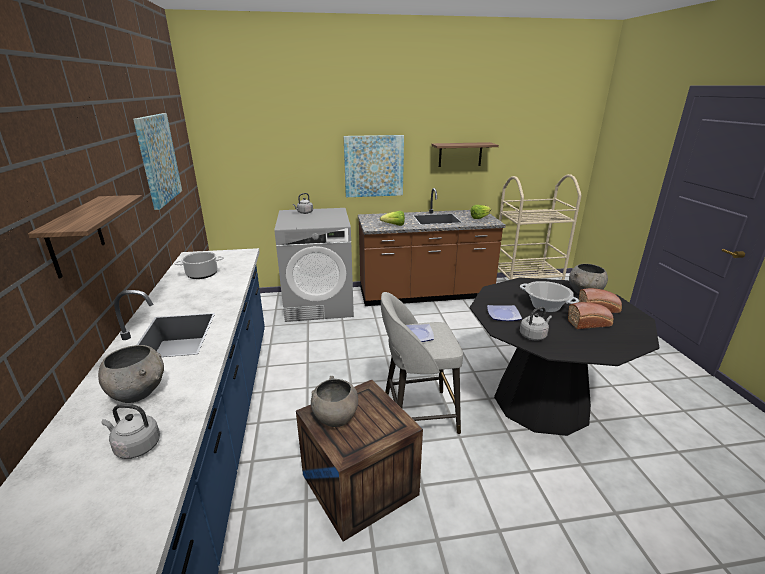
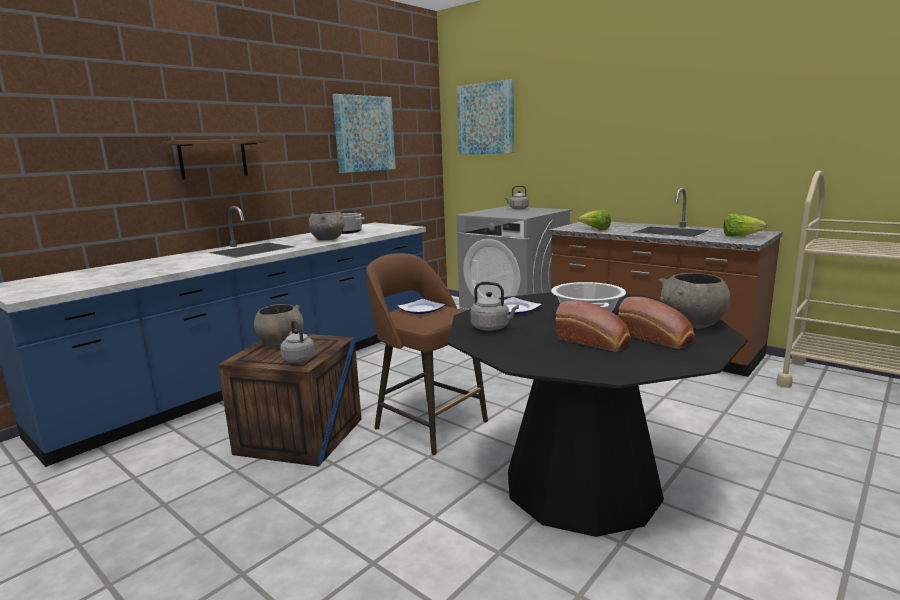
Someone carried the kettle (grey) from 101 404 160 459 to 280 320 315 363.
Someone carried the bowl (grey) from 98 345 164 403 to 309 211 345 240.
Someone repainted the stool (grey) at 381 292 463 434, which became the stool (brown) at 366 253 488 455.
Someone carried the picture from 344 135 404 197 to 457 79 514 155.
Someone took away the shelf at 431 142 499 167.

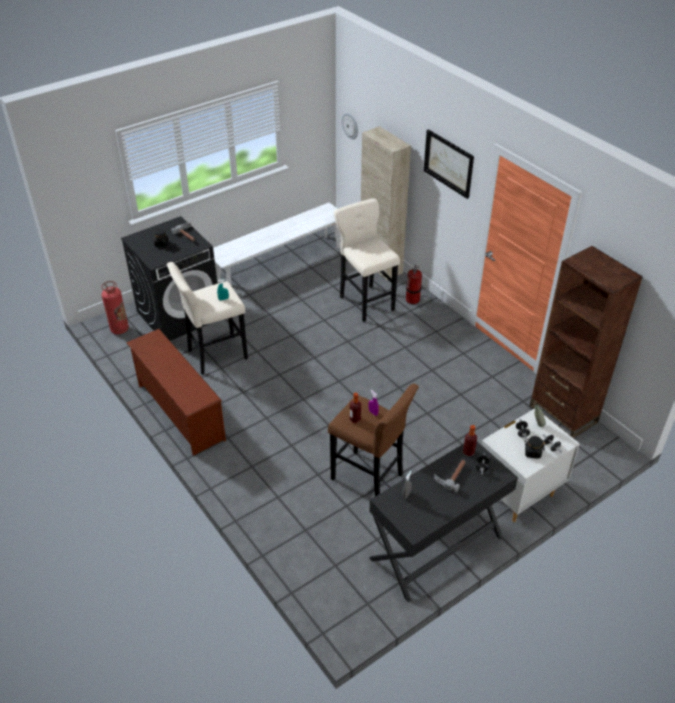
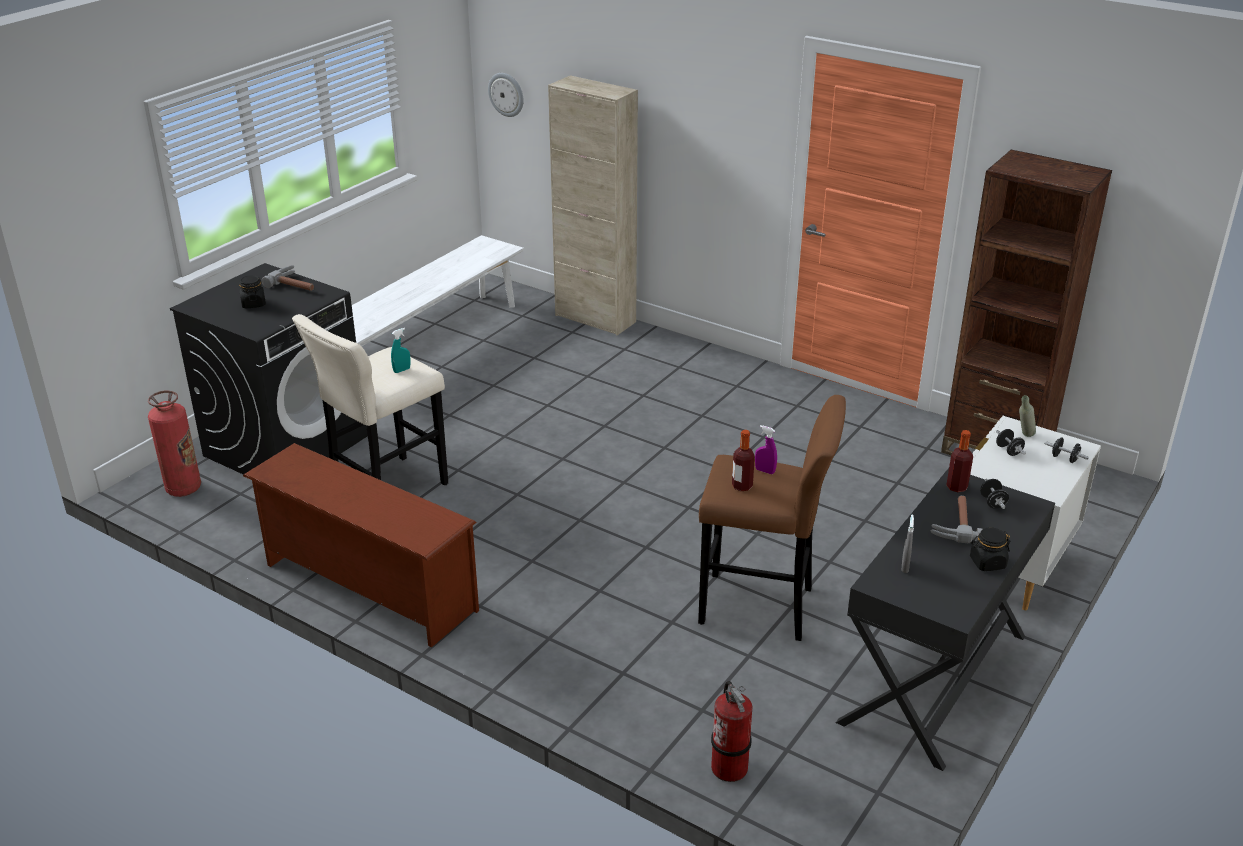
Someone carried the fire extinguisher from 406 265 422 304 to 711 681 752 782.
Someone carried the jar (black) from 524 436 545 459 to 970 527 1011 571.
Someone took away the stool (beige) at 334 198 400 322.
Someone took away the picture at 424 129 474 199.

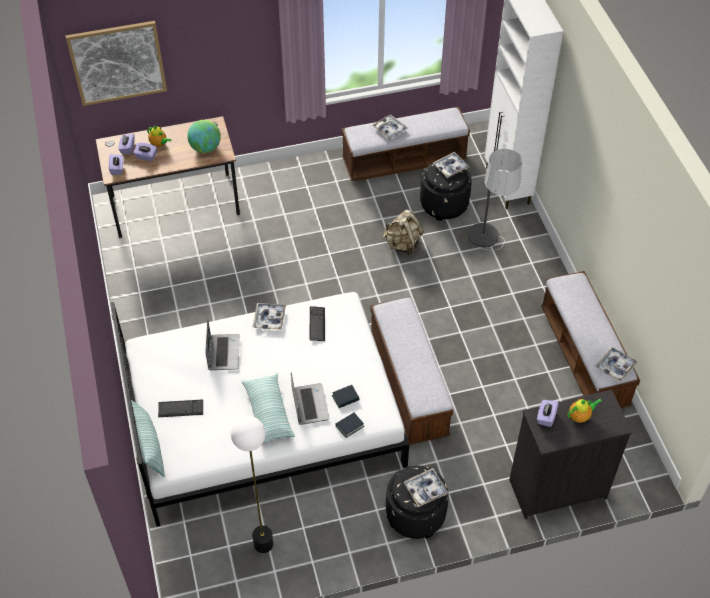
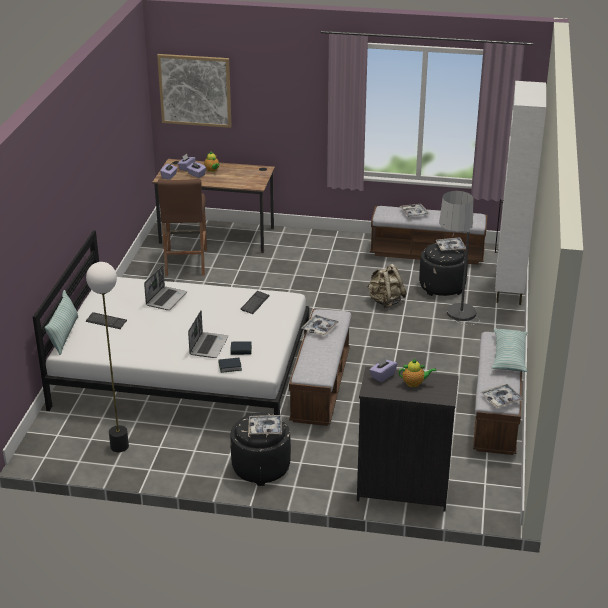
Someone put down the stool (brown) at 157 179 207 276.
Someone carried the tray from 253 303 286 330 to 301 315 339 336.
Someone carried the pillow from 241 373 295 444 to 491 328 528 372.
Someone took away the globe at 187 120 221 153.

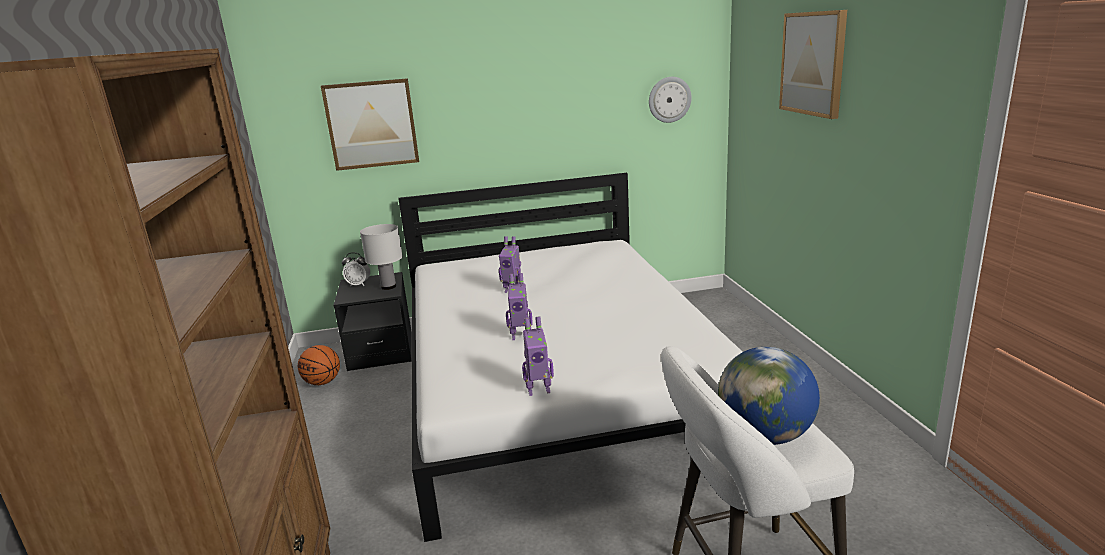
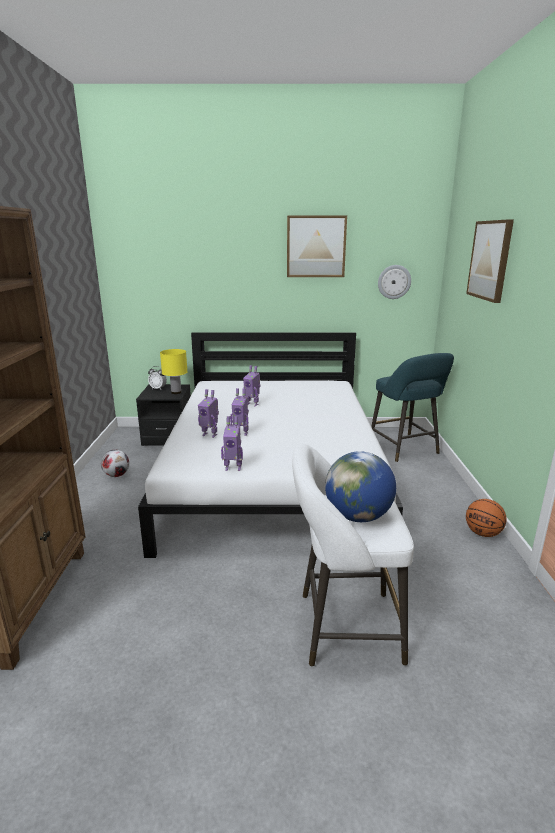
Someone put down the football at 101 450 129 477.
Someone repainted the table lamp (white) at 360 224 403 290, which became the table lamp (yellow) at 160 349 188 394.
Someone put down the toy robot at 198 389 219 438.
Someone carried the picture from 321 78 419 171 to 287 215 347 277.
Someone put down the stool (turquoise) at 371 353 454 462.
Someone carried the basketball from 298 345 340 385 to 466 499 507 537.

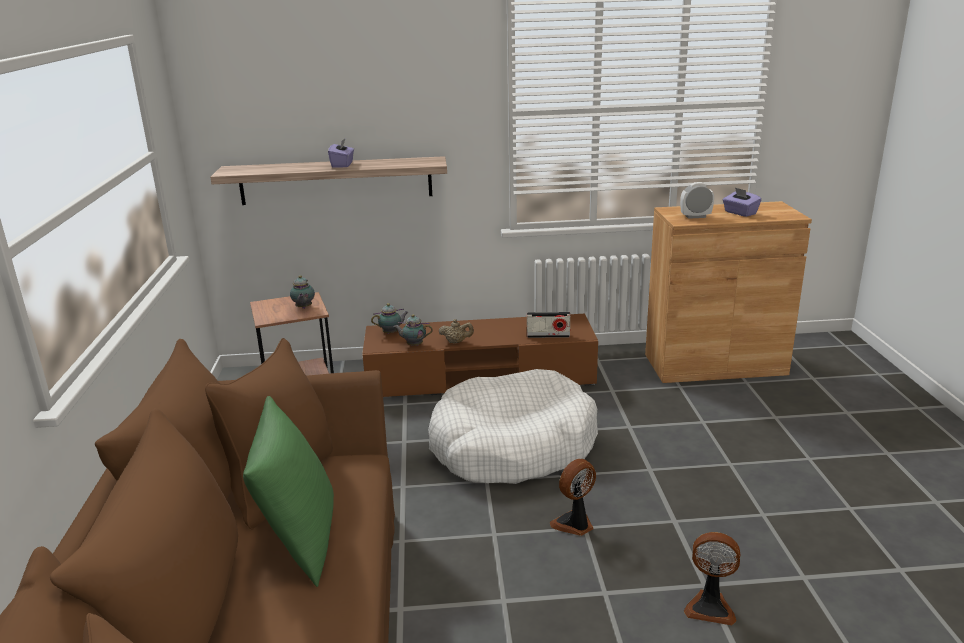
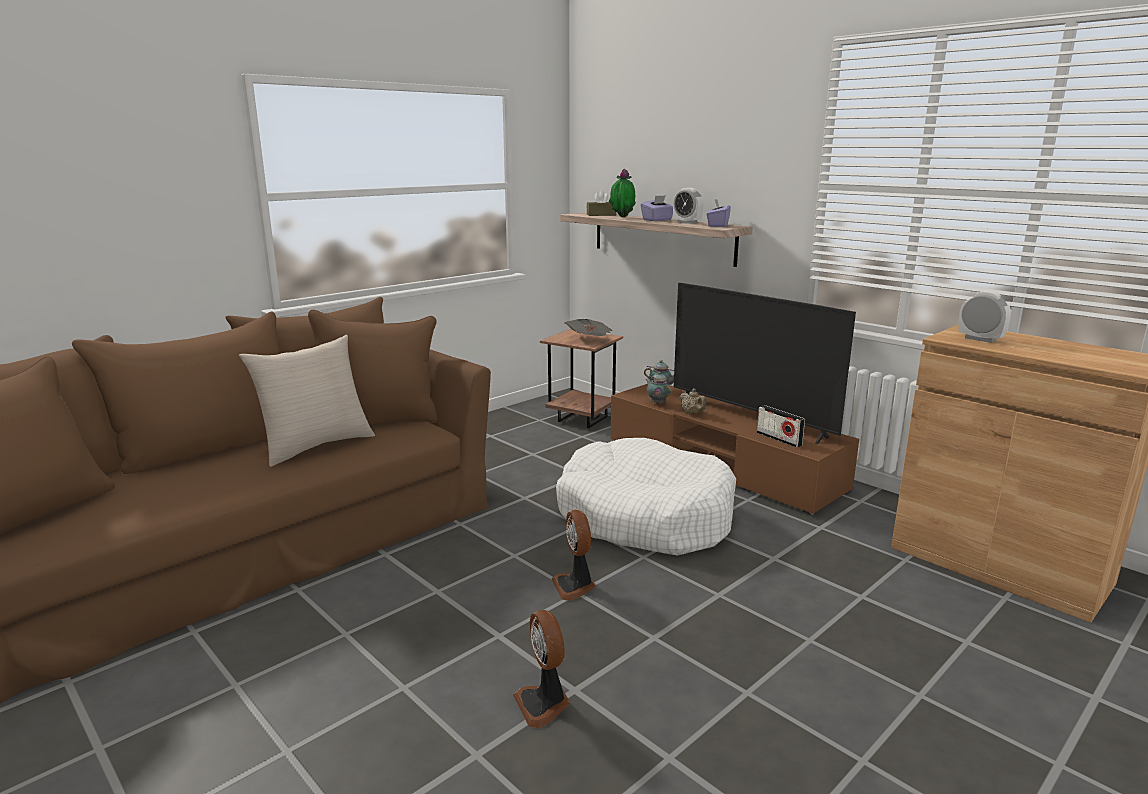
Someone repainted the pillow (green) at 243 396 334 587, which became the pillow (beige) at 239 335 375 467.
Someone rotated the fan at 550 459 596 536 by 120 degrees counterclockwise.
Someone swapped the teapot at 290 275 315 309 for the newspaper at 564 319 612 336.
Someone put down the tissue box (brown) at 587 190 616 216.
Someone put down the potted plant at 609 169 636 217.
Someone put down the alarm clock at 673 188 704 224.
Someone put down the television at 674 283 856 444.
Someone carried the tissue box (purple) from 723 187 762 217 to 706 199 731 227.

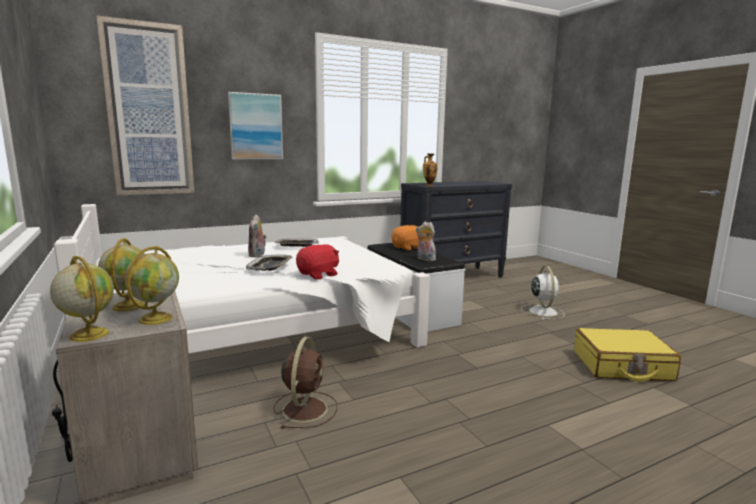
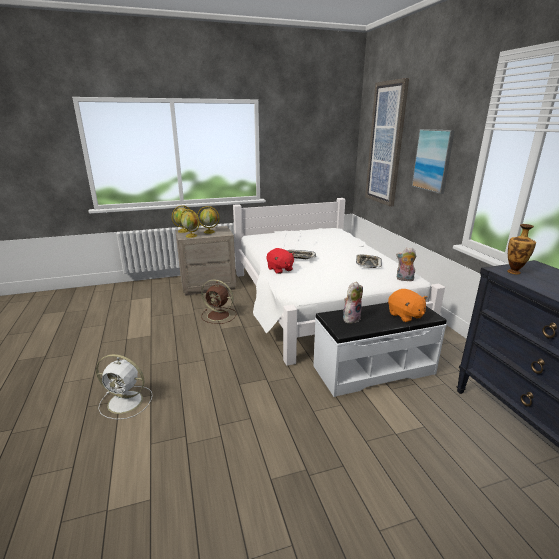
Someone carried the fan (white) from 521 266 565 320 to 96 354 153 420.
Someone carried the plush toy from 248 214 267 257 to 396 248 417 281.
Someone took away the suitcase (yellow) at 574 328 681 382.

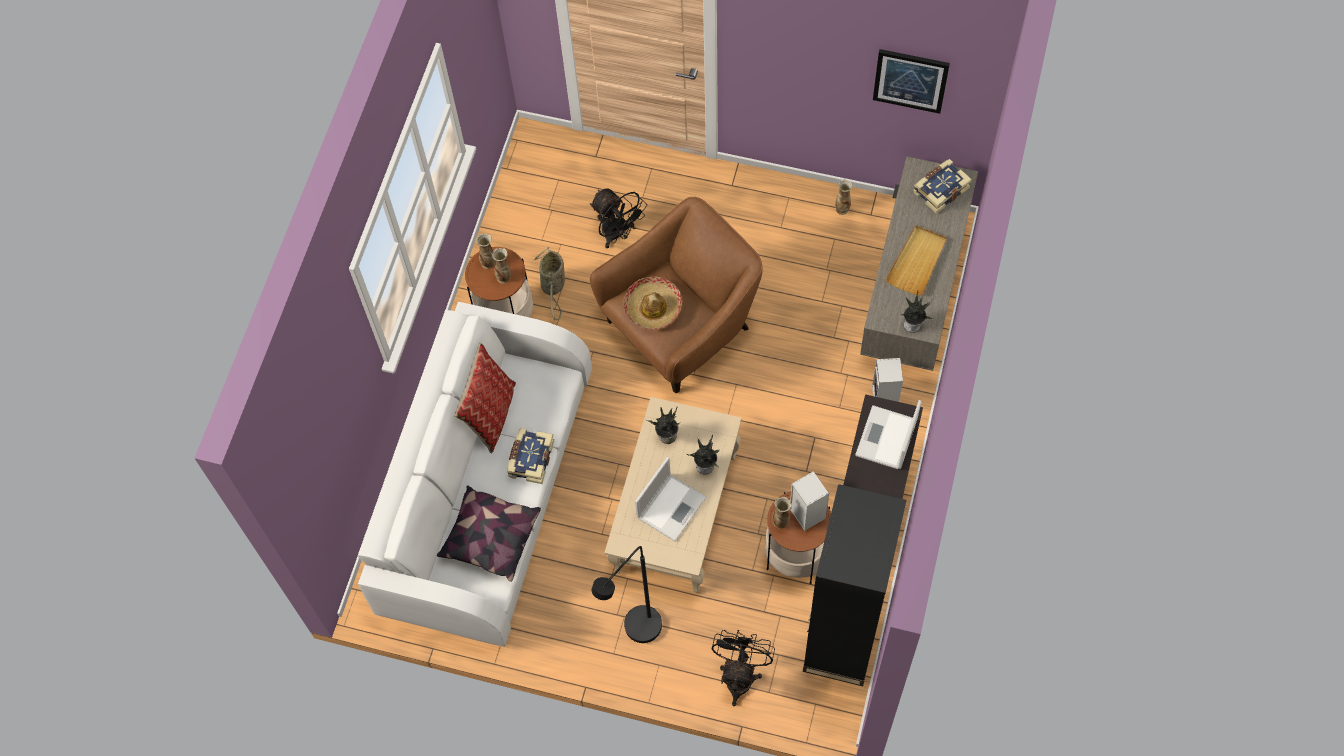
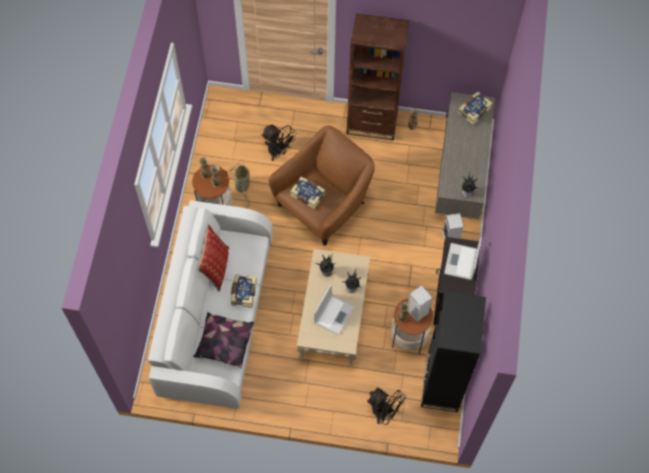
Someone swapped the hat at 623 277 682 329 for the book at 290 177 326 209.
Someone put down the bookcase (brown) at 346 14 409 141.
Someone rotated the fan (black) at 712 630 775 706 by 120 degrees clockwise.
Someone took away the floor lamp (black) at 592 546 662 643.
Someone took away the picture at 873 49 950 114.
Someone took away the tray (beige) at 885 225 947 295.

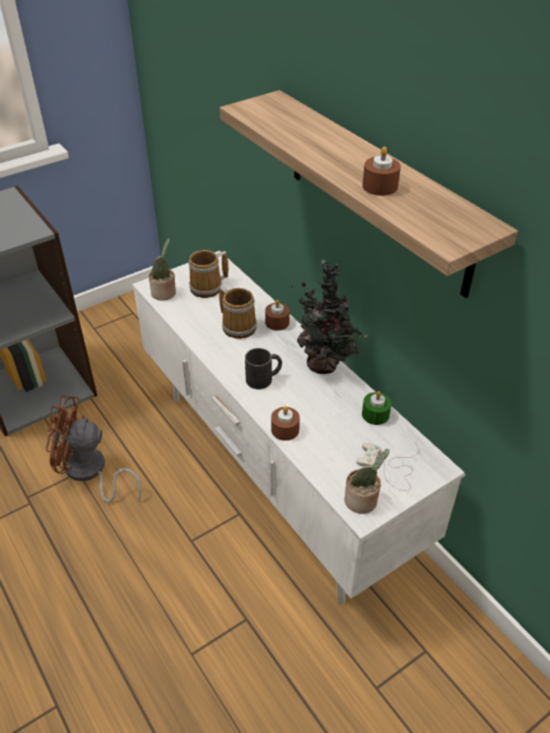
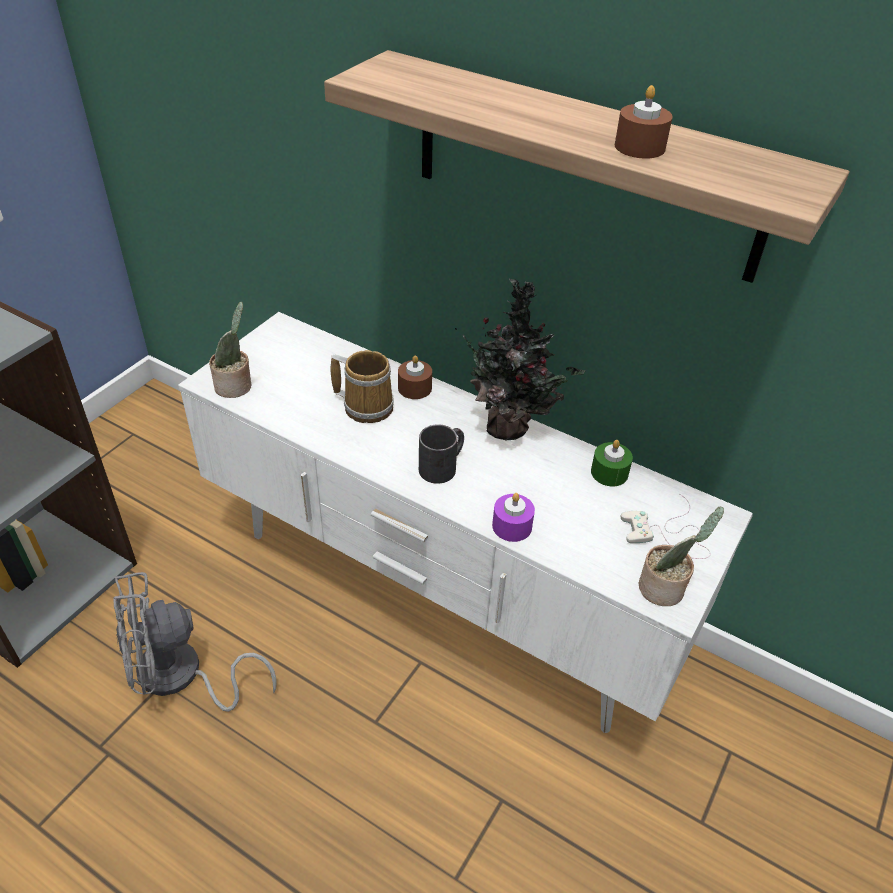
Someone repainted the fan (brown) at 46 395 141 503, which became the fan (grey) at 113 572 277 712.
Someone repainted the candle (brown) at 271 406 300 441, which became the candle (purple) at 492 493 535 542.
Someone took away the mug at 189 250 228 298.

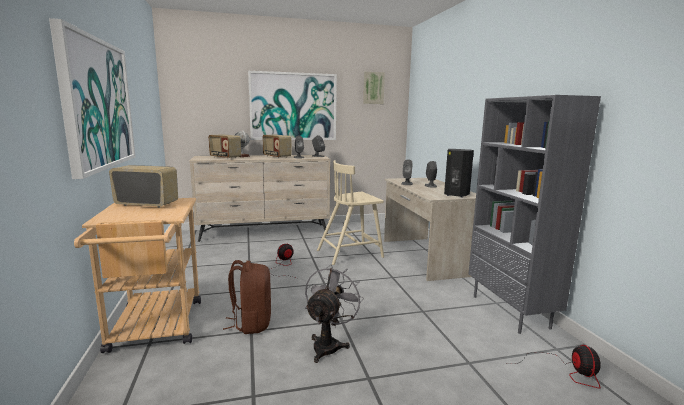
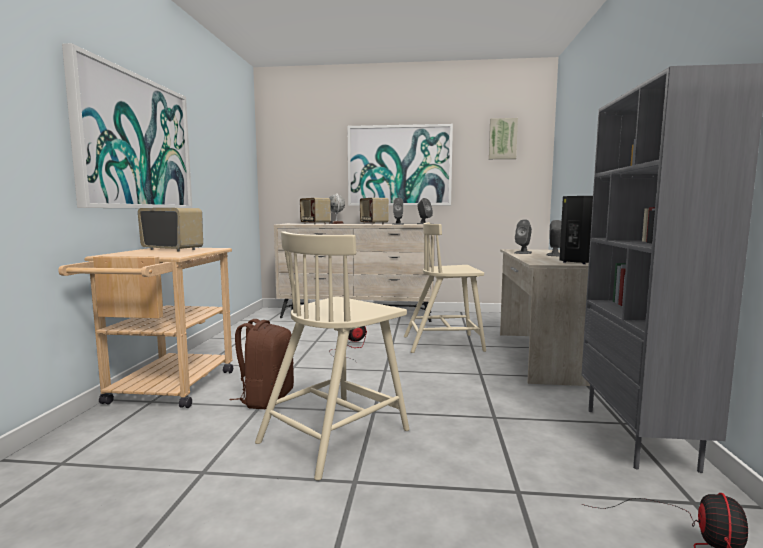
Someone swapped the fan (grey) at 305 265 364 363 for the chair (beige) at 255 231 409 481.

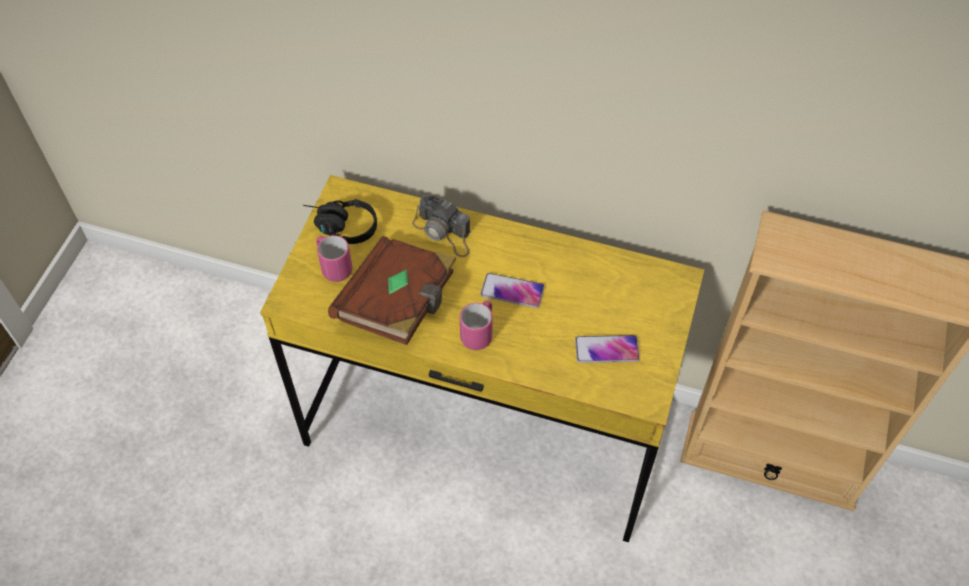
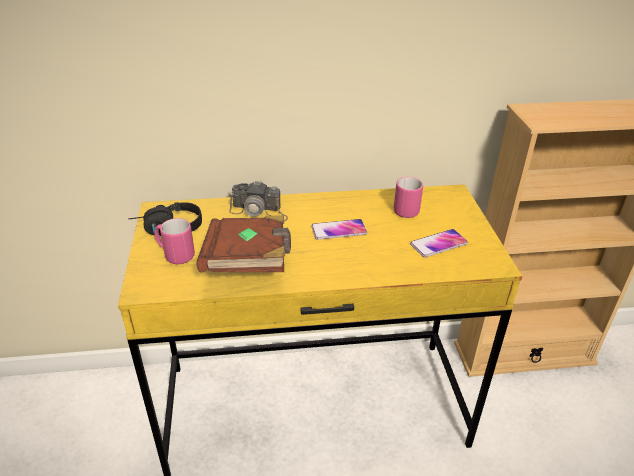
Someone carried the mug (pink) from 460 301 493 350 to 394 177 423 218.

